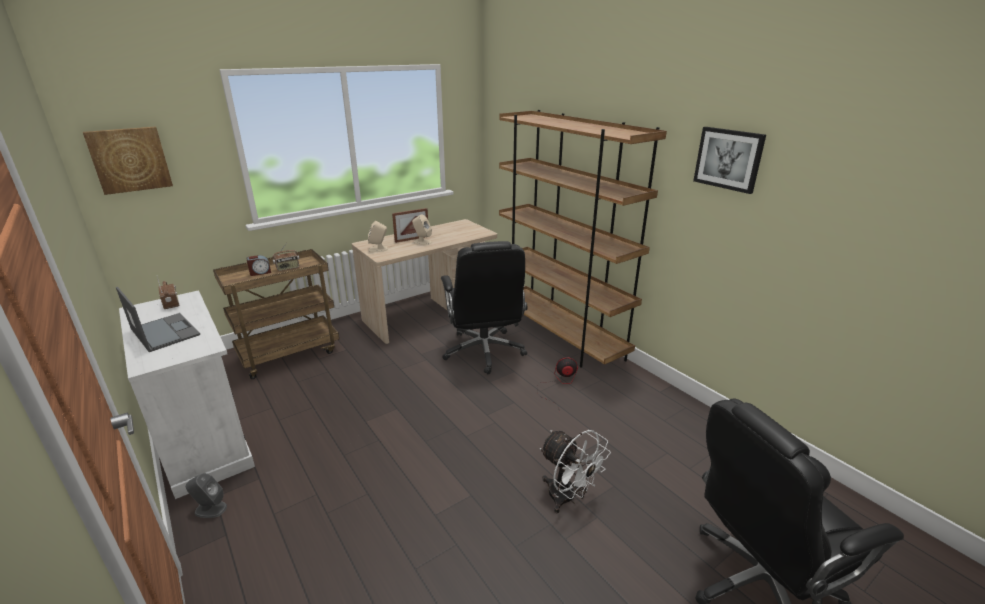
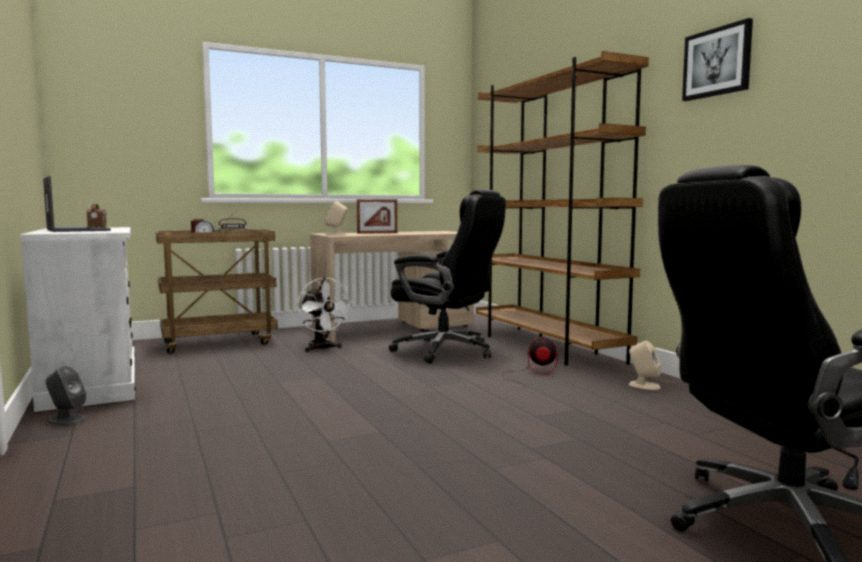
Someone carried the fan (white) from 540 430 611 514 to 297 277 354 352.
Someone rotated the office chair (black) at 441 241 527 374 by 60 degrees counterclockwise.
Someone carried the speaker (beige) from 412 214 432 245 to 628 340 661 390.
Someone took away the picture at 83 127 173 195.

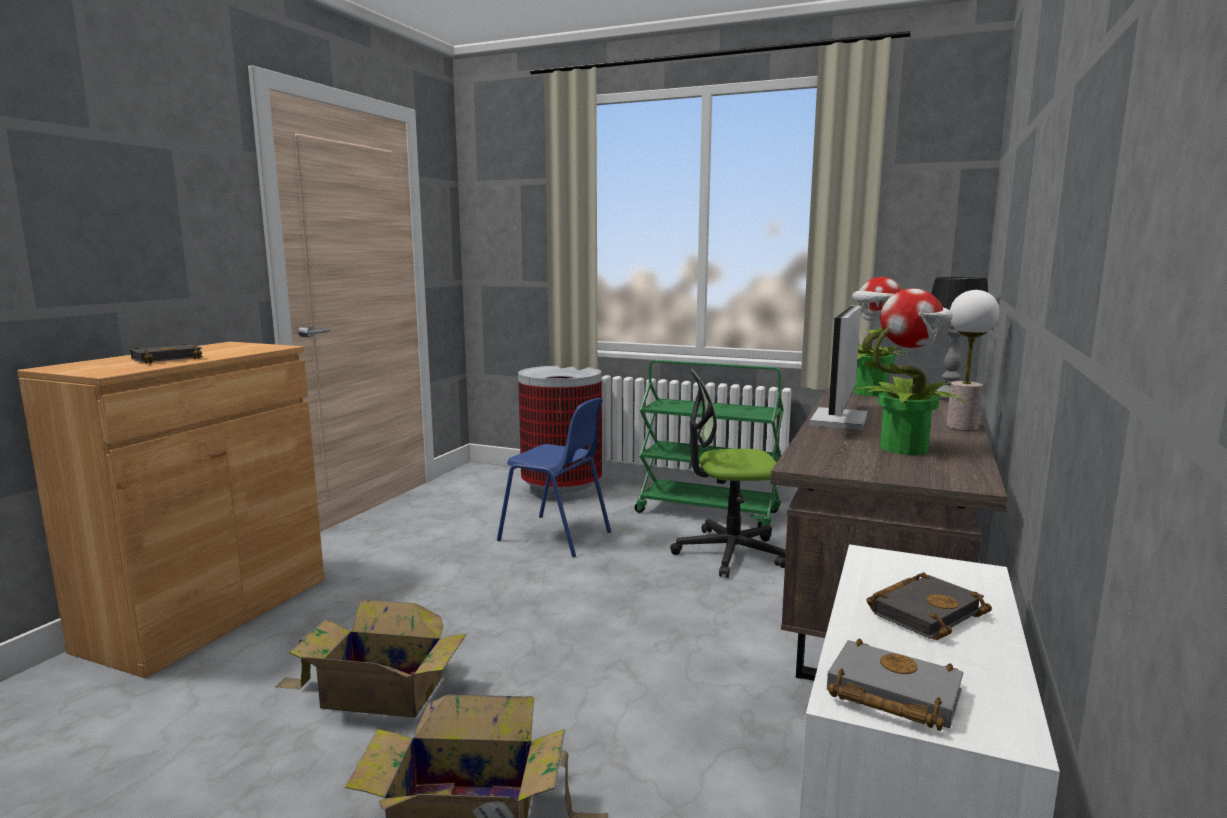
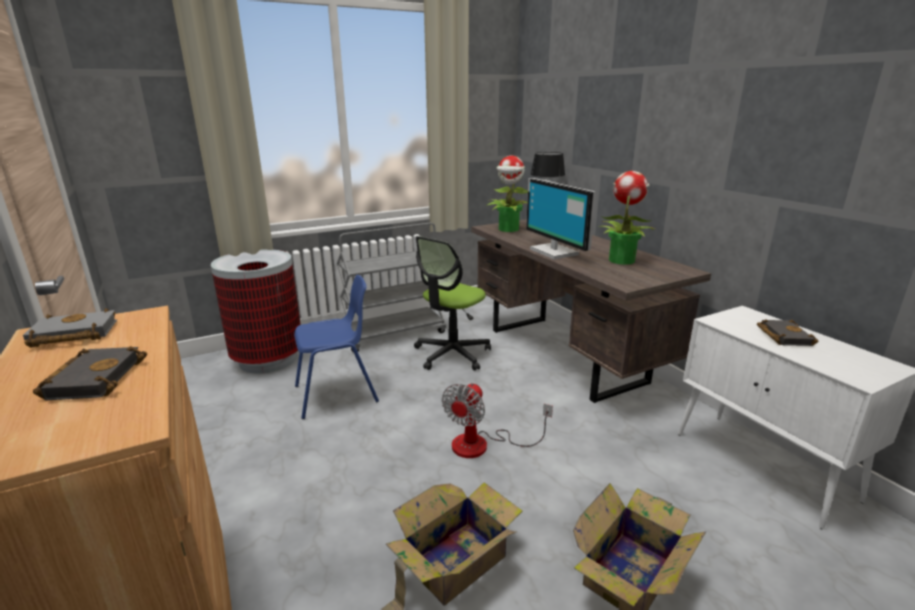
Someone carried the book (grey) from 827 639 963 731 to 23 308 117 348.
Someone repainted the cart (green) at 634 360 784 527, which became the cart (grey) at 337 223 446 353.
Someone put down the fan at 442 382 553 458.
Someone took away the table lamp at 947 290 999 431.

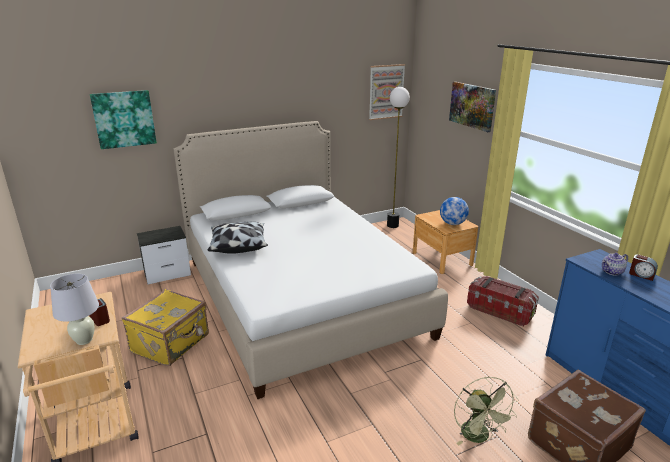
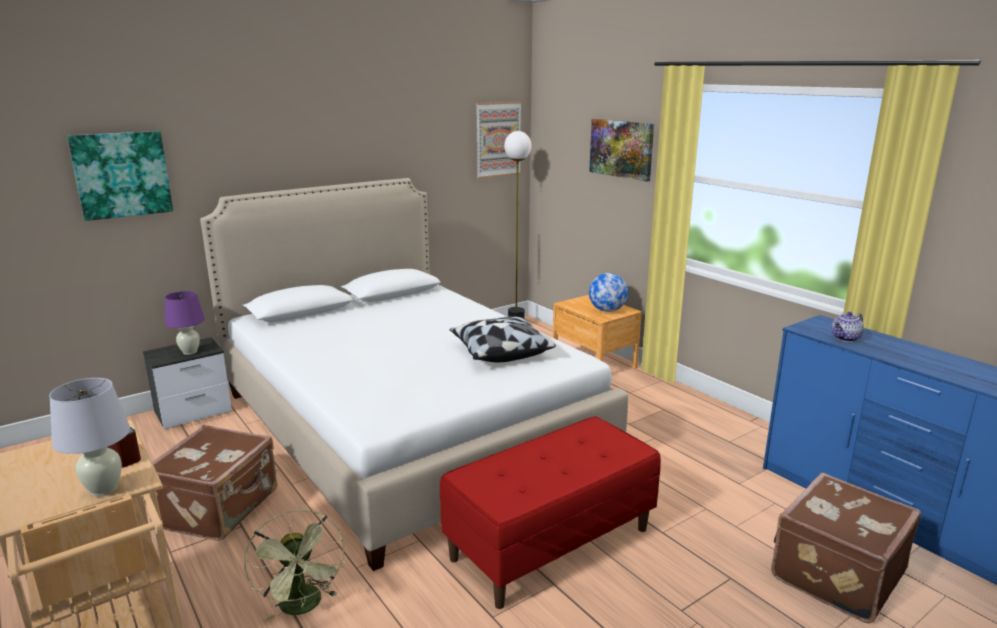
Someone repainted the suitcase (yellow) at 122 289 209 366, which became the suitcase (brown) at 150 425 277 541.
Someone put down the table lamp (purple) at 165 291 205 355.
Someone carried the fan (green) from 454 377 518 445 to 244 510 345 623.
Someone put down the bench (red) at 440 416 661 609.
Someone carried the pillow from 208 222 268 254 to 450 316 556 362.
Someone took away the storage box at 467 276 539 326.
Someone took away the alarm clock at 629 254 658 281.

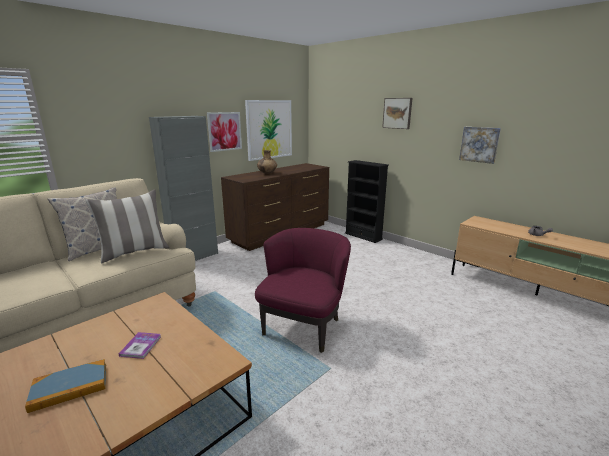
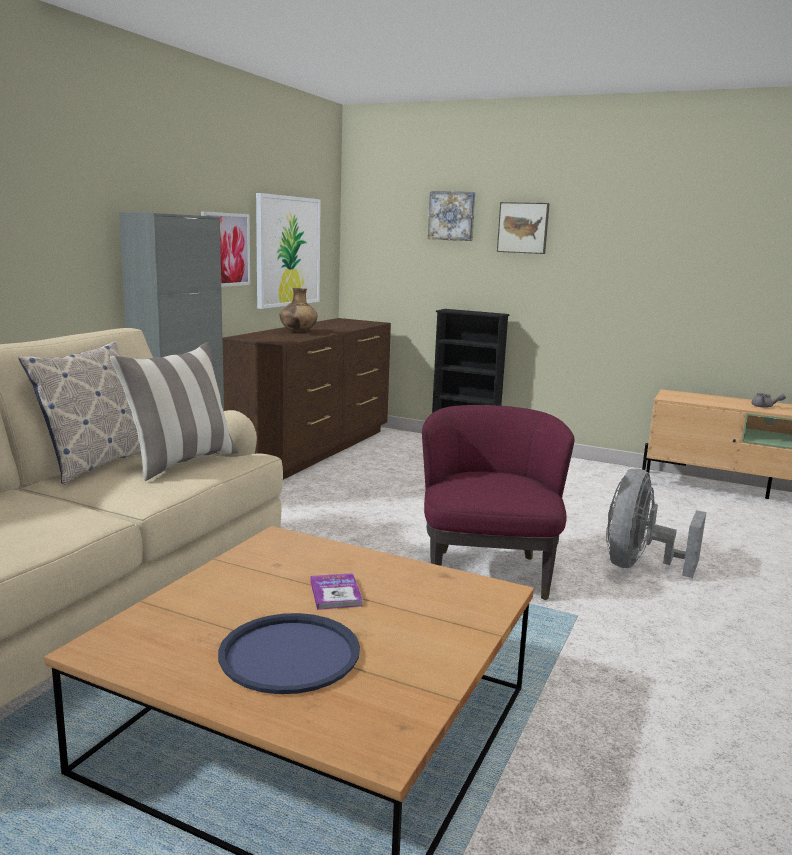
Someone swapped the book at 25 359 106 413 for the tray (blue) at 218 613 360 694.
Someone carried the picture from 459 127 501 164 to 428 191 475 241.
Someone put down the fan (grey) at 606 469 706 578.

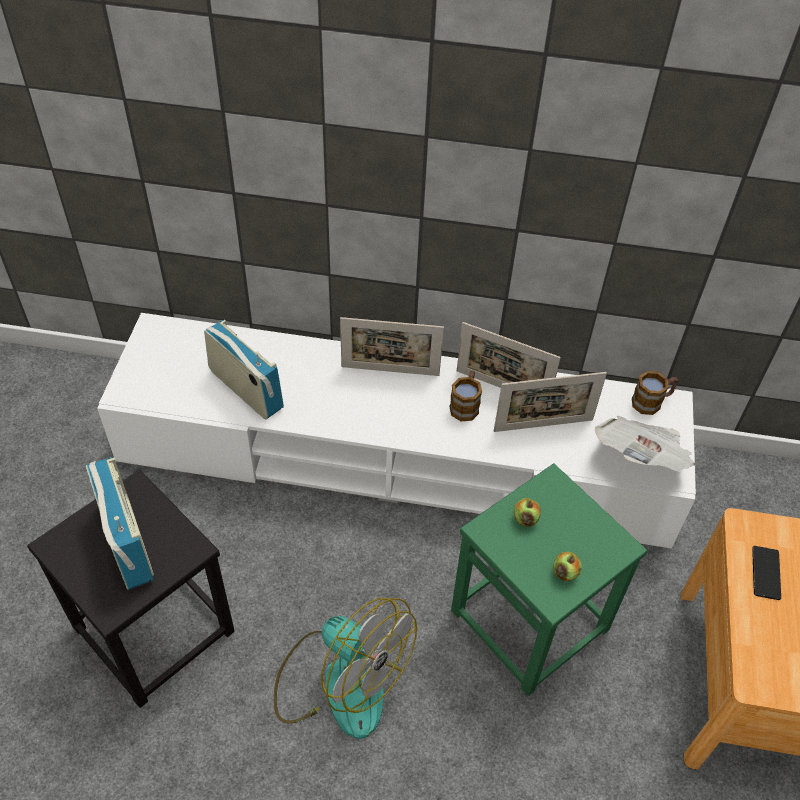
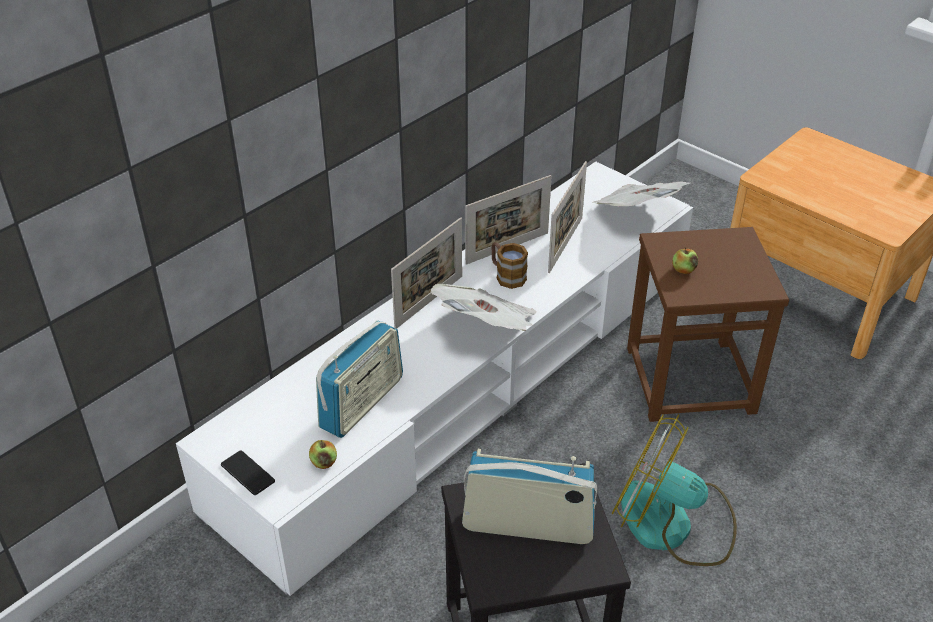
Someone carried the phone from 752 546 781 600 to 221 450 275 495.
Someone carried the apple from 553 552 582 581 to 309 440 337 469.
Someone rotated the radio at 204 320 284 419 by 135 degrees clockwise.
Someone put down the newspaper at 431 284 536 331.
Someone rotated the fan at 274 598 417 739 by 135 degrees counterclockwise.
Someone repainted the stool (green) at 451 464 647 696, which became the stool (brown) at 627 227 789 422.
Someone took away the mug at 632 371 678 415.

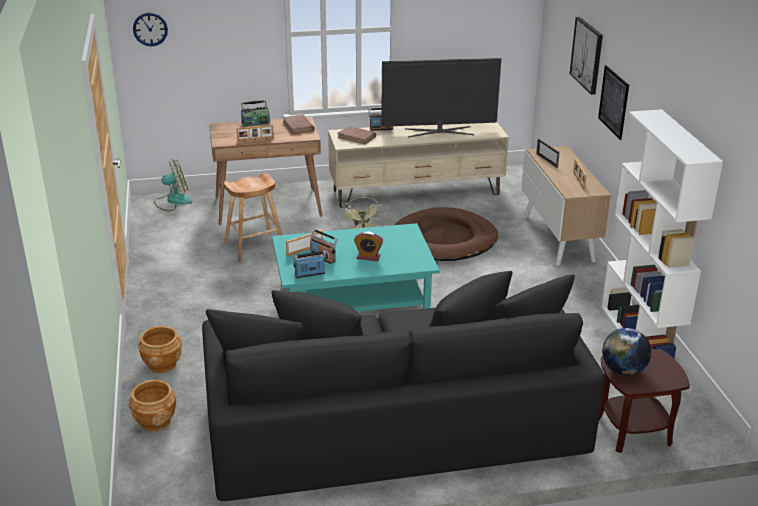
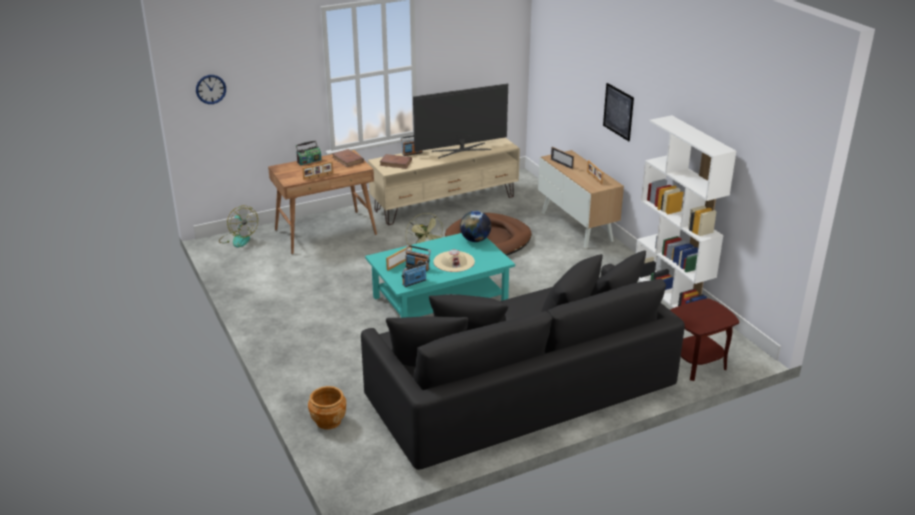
Someone rotated the fan at 154 160 192 211 by 90 degrees clockwise.
Someone swapped the alarm clock at 354 232 383 261 for the hat (beige) at 433 250 475 272.
Someone carried the globe from 602 328 651 376 to 460 211 491 242.
Someone took away the planter (brown) at 138 326 182 373.
Someone took away the stool (brown) at 224 173 282 262.
Someone took away the picture at 570 17 603 95.

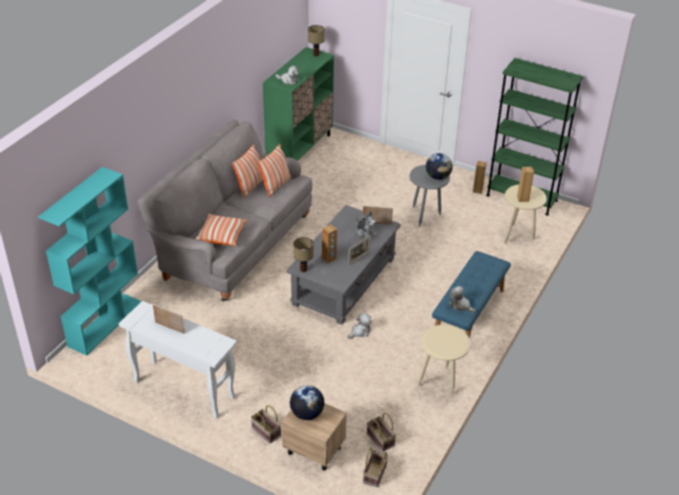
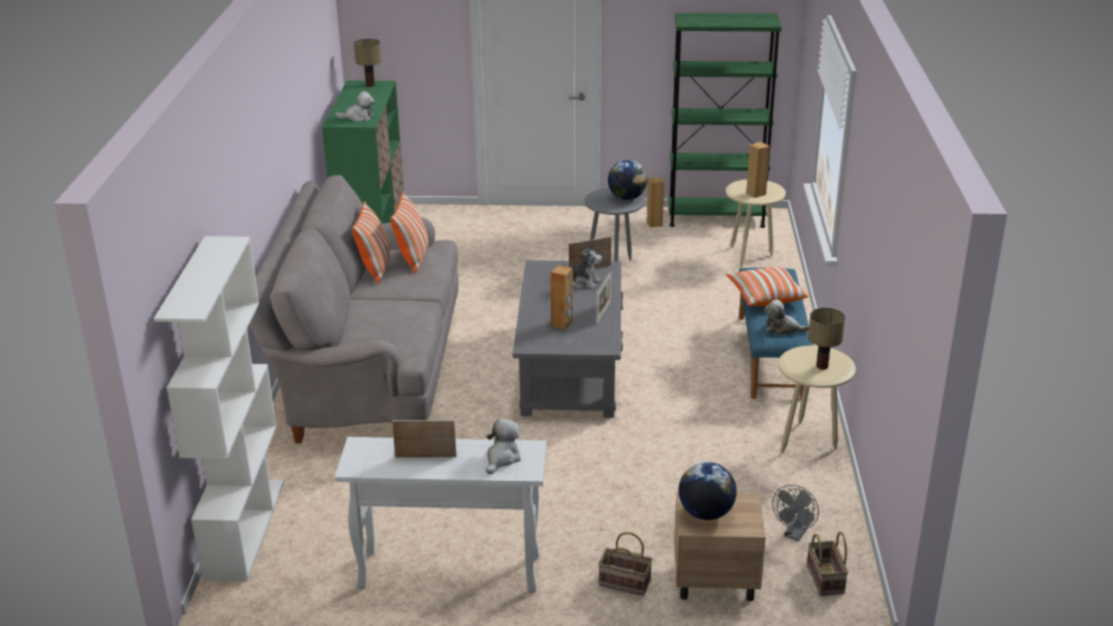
Someone repainted the bookcase (turquoise) at 38 167 141 356, which became the bookcase (white) at 154 236 284 582.
Someone carried the plush toy from 347 313 372 339 to 486 419 521 474.
Someone carried the pillow from 195 214 247 246 to 726 267 809 306.
Someone swapped the basket at 367 413 396 452 for the fan (grey) at 772 485 819 541.
Someone carried the table lamp from 293 237 314 272 to 808 308 845 370.

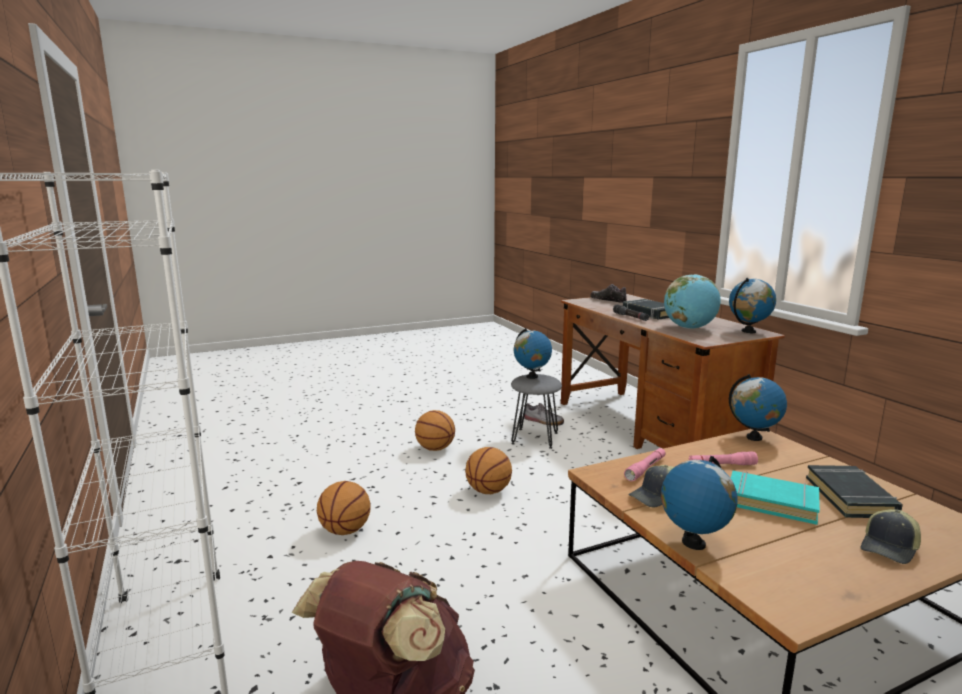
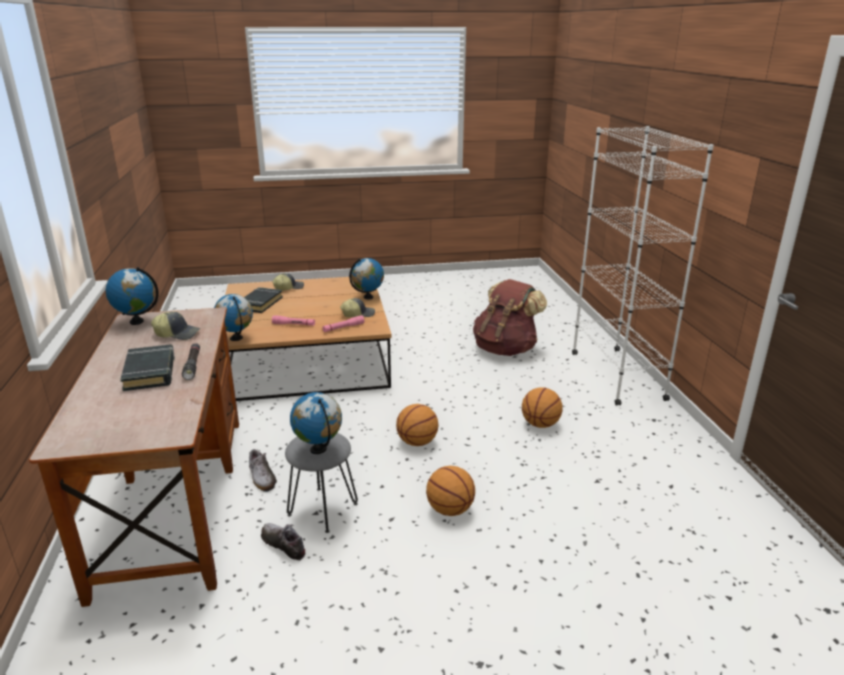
Someone swapped the globe at 664 274 721 329 for the cap at 151 312 200 340.
Someone carried the shoe from 591 284 627 303 to 249 449 277 492.
Someone took away the book (turquoise) at 731 471 820 525.

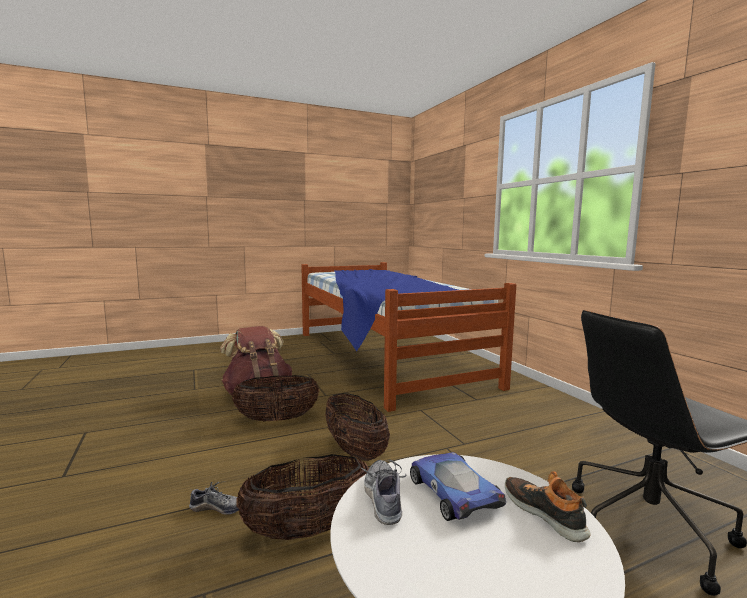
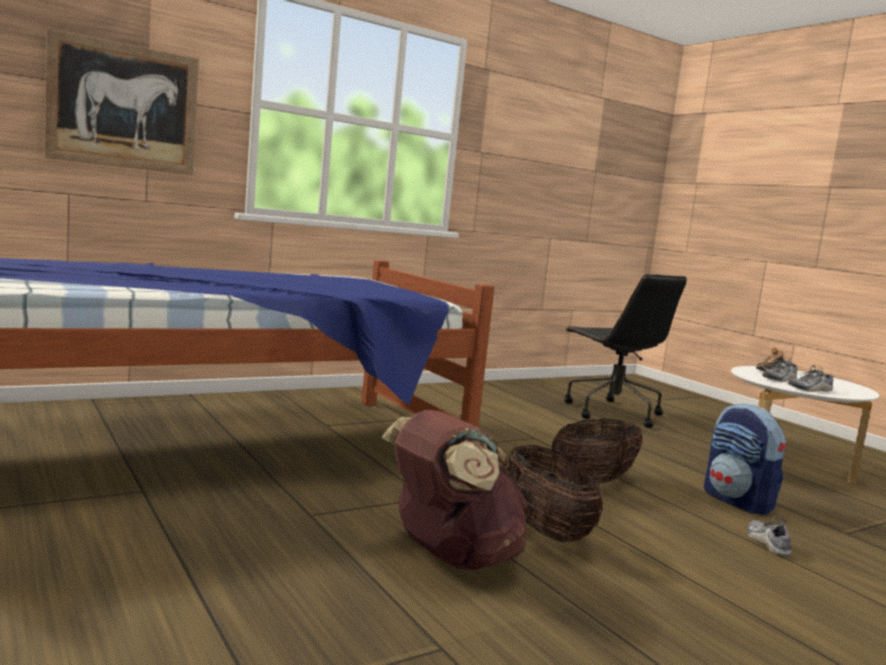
Someone put up the picture at 44 28 199 175.
Someone swapped the basket at 236 454 369 540 for the backpack at 704 403 786 515.
Someone swapped the toy car at 410 452 506 521 for the shoe at 762 356 797 382.

